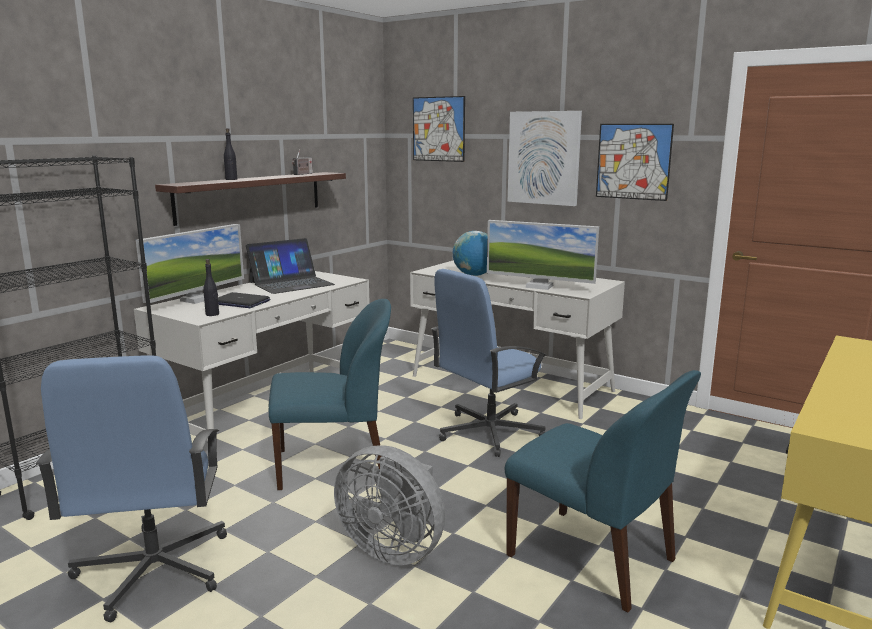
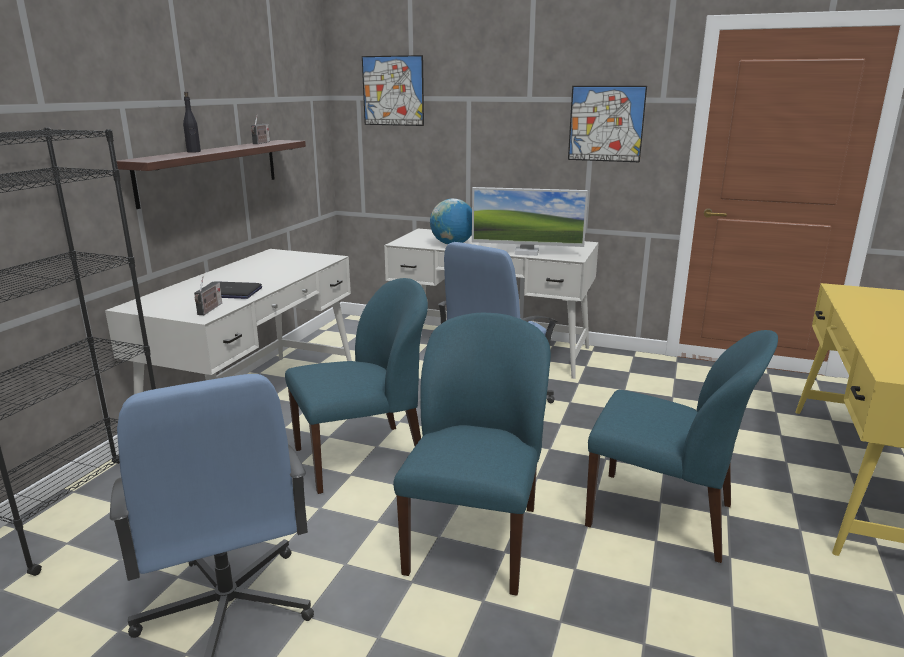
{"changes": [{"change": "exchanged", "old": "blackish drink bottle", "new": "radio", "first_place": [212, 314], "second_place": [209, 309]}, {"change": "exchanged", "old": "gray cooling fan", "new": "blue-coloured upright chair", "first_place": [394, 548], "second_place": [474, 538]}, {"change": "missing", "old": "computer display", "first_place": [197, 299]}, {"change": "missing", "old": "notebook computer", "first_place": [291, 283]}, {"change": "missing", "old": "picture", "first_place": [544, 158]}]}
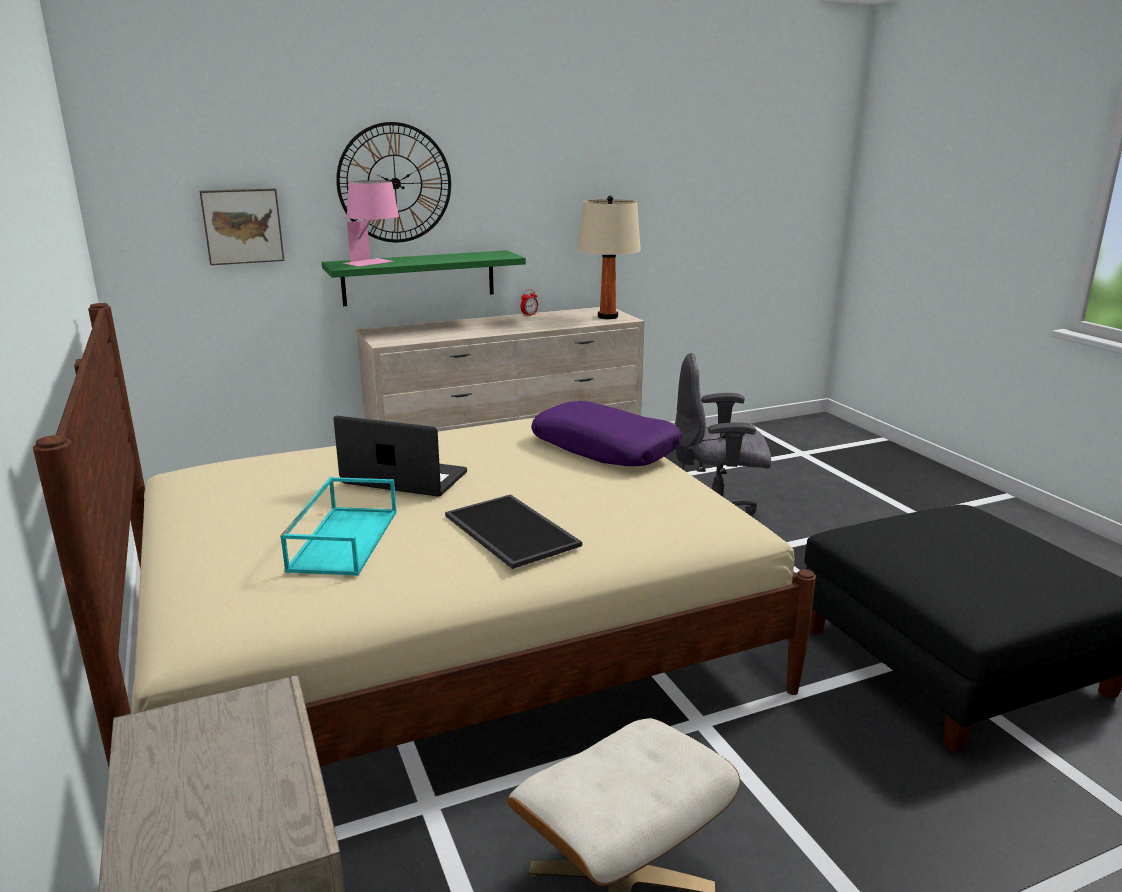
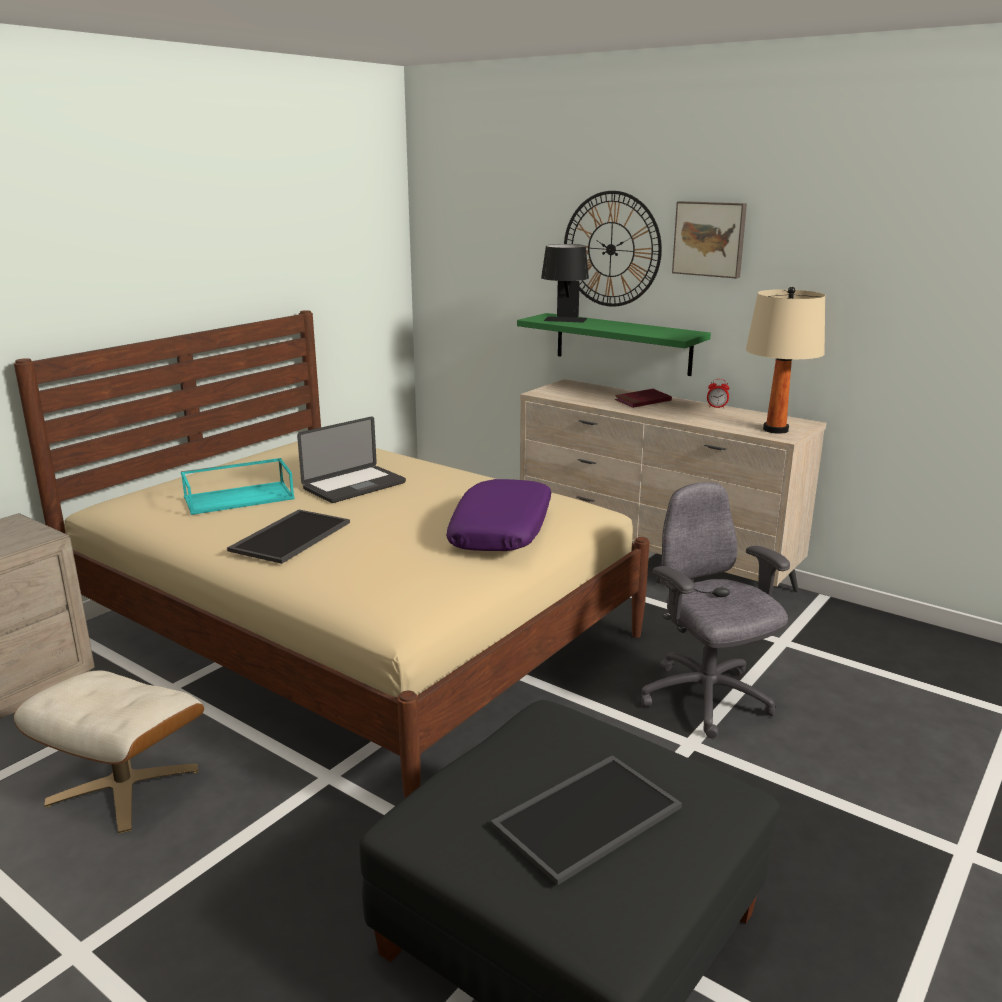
{"changes": [{"change": "spun", "old": "notebook computer", "first_place": [404, 478], "second_place": [354, 486], "degrees": 60}, {"change": "appeared", "new": "serving tray", "second_place": [586, 814]}, {"change": "colour", "old": "pinkish lamp for a table", "new": "blackish lamp for a table", "first_place": [374, 263], "second_place": [564, 321]}, {"change": "appeared", "new": "reddish bound book", "second_place": [643, 401]}, {"change": "relocated", "old": "picture", "first_place": [242, 226], "second_place": [710, 239]}]}
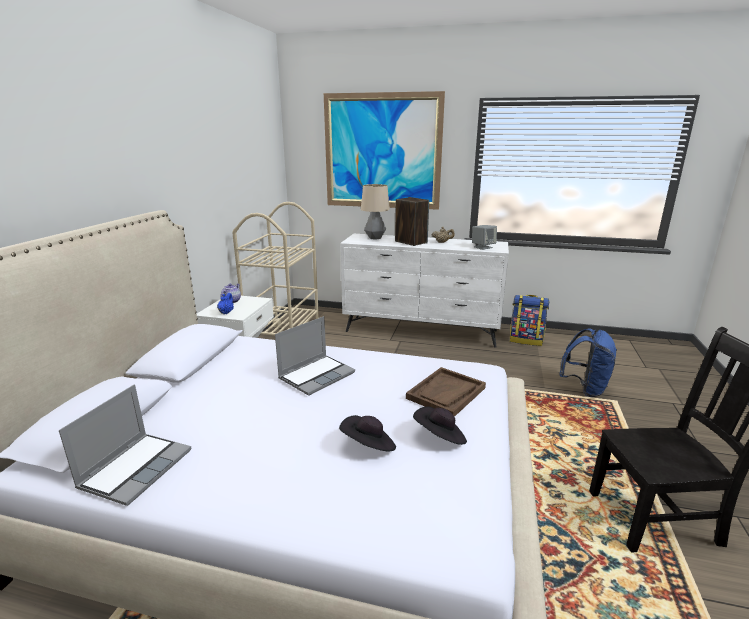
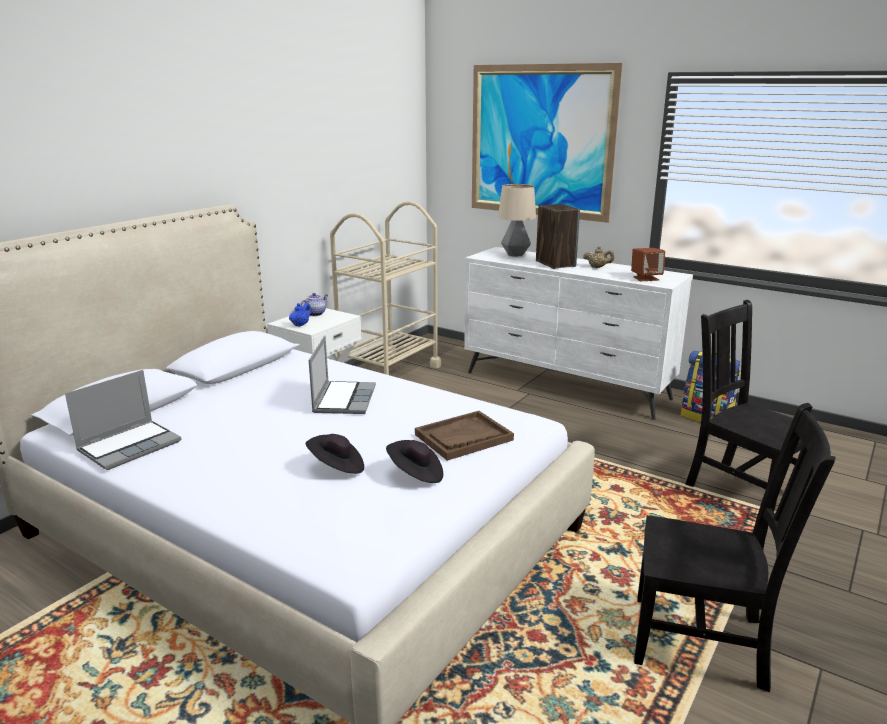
{"changes": [{"change": "spun", "old": "notebook computer", "first_place": [317, 375], "second_place": [343, 399], "degrees": -60}, {"change": "colour", "old": "gray audio speaker", "new": "brown audio speaker", "first_place": [483, 247], "second_place": [646, 278]}, {"change": "exchanged", "old": "blue-coloured backpack", "new": "blackish upright chair", "first_place": [585, 388], "second_place": [740, 489]}]}
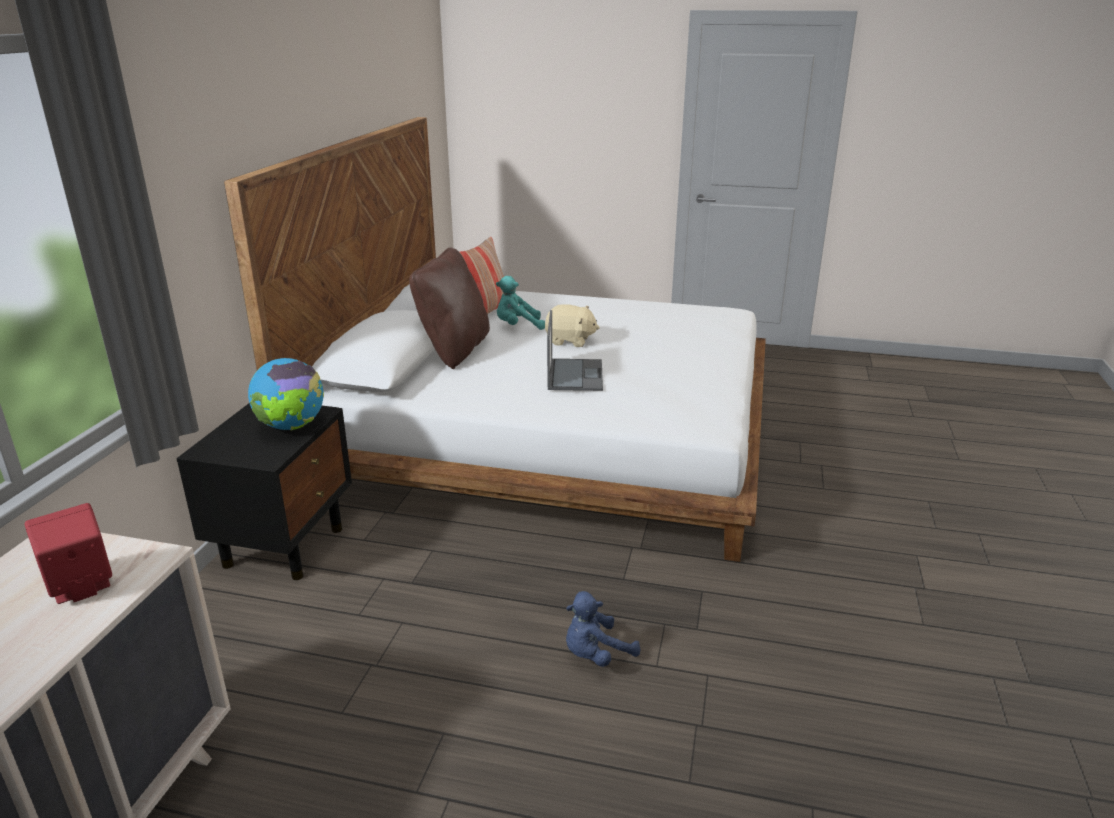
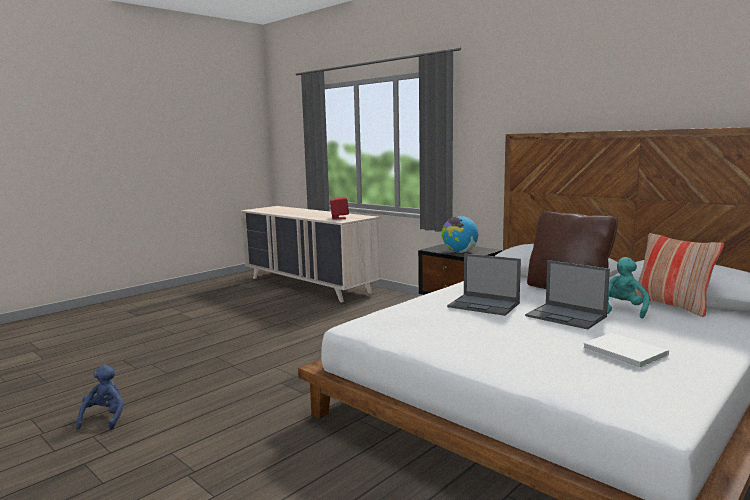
{"changes": [{"change": "relocated", "old": "blue-coloured soft toy", "first_place": [595, 654], "second_place": [105, 418]}, {"change": "exchanged", "old": "beige soft toy", "new": "notebook computer", "first_place": [570, 341], "second_place": [566, 316]}, {"change": "appeared", "new": "whitish bound book", "second_place": [624, 351]}]}
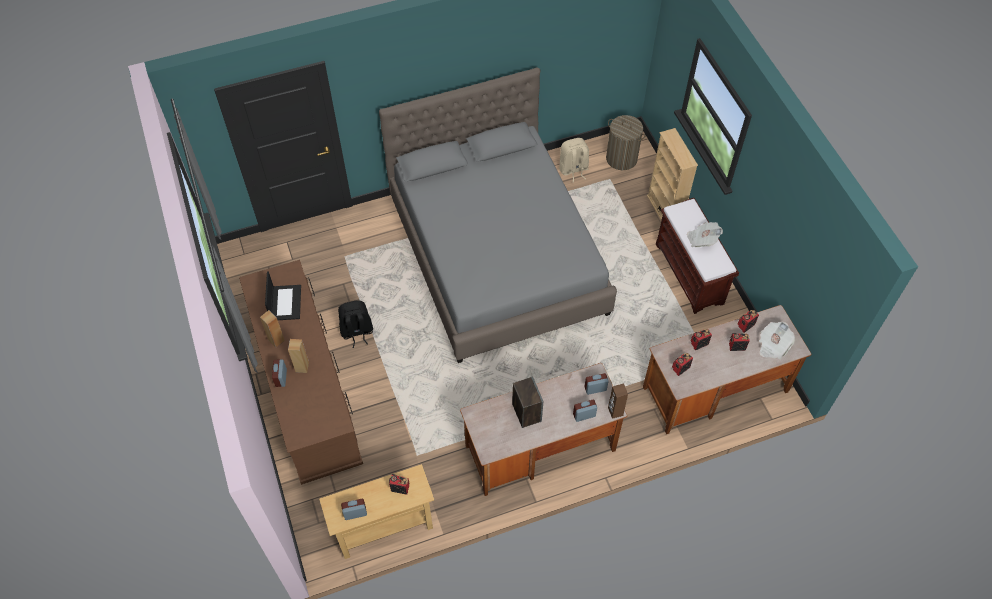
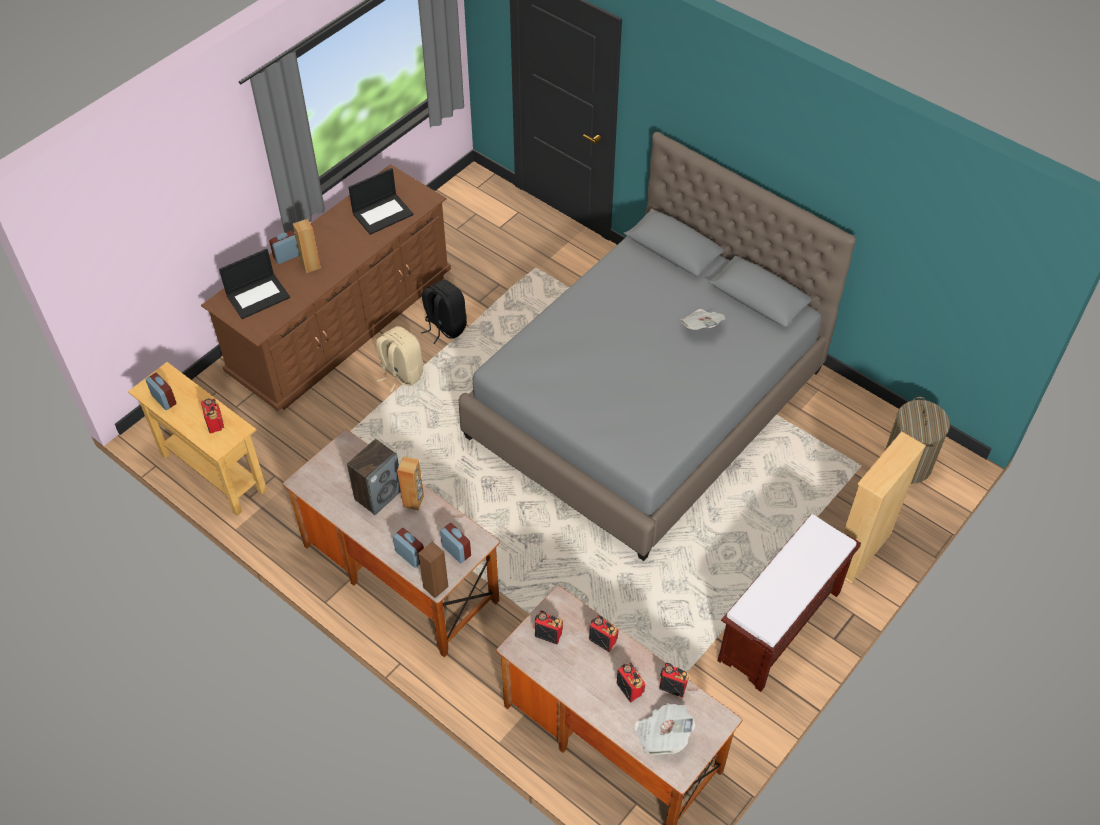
{"changes": [{"change": "appeared", "new": "notebook computer", "second_place": [258, 296]}, {"change": "relocated", "old": "beige backpack", "first_place": [573, 170], "second_place": [401, 374]}, {"change": "relocated", "old": "brown audio speaker", "first_place": [276, 340], "second_place": [413, 501]}, {"change": "relocated", "old": "printed paper", "first_place": [702, 239], "second_place": [701, 327]}]}
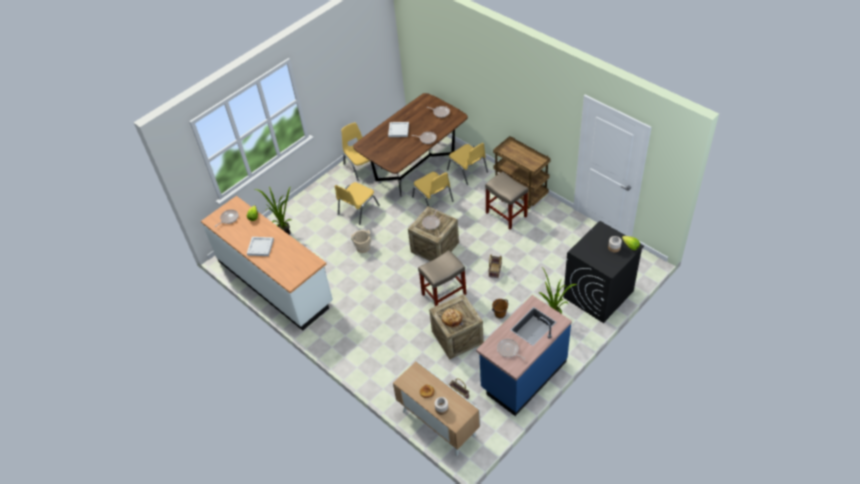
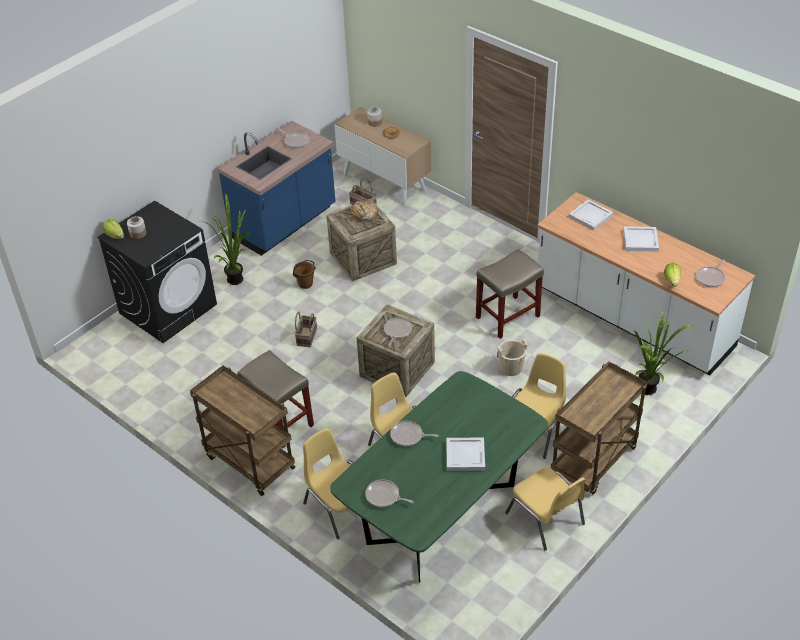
{"changes": [{"change": "colour", "old": "brown kitchen table", "new": "green-coloured kitchen table", "first_place": [415, 167], "second_place": [442, 515]}, {"change": "relocated", "old": "beige stool", "first_place": [443, 294], "second_place": [508, 316]}, {"change": "appeared", "new": "brown wheeled cart", "second_place": [594, 462]}, {"change": "appeared", "new": "whitish serving tray", "second_place": [590, 217]}]}
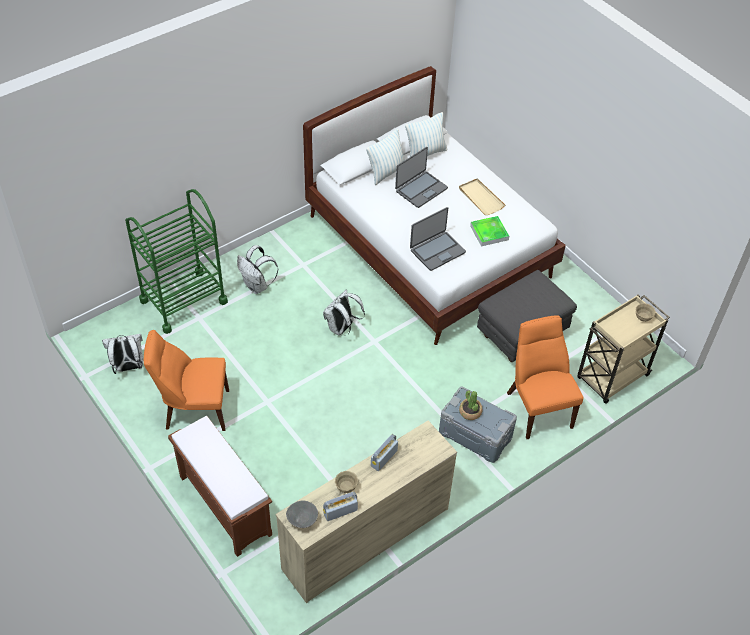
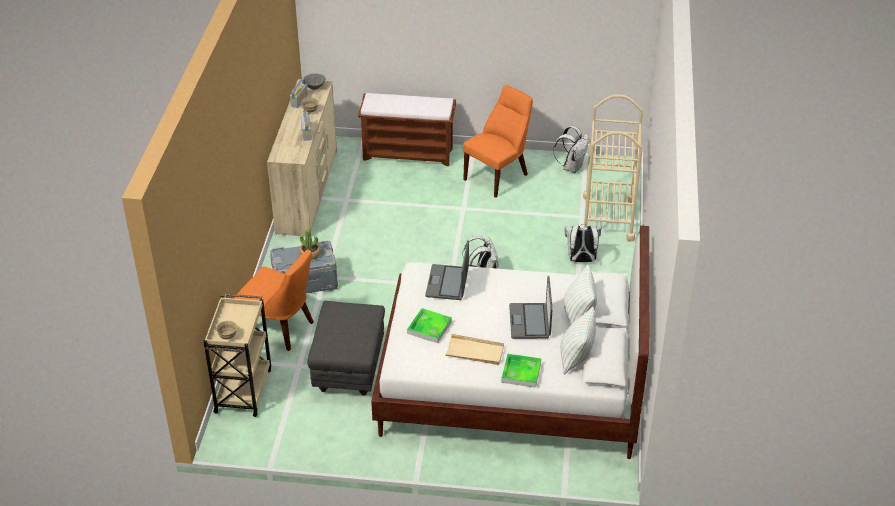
{"changes": [{"change": "appeared", "new": "serving tray", "second_place": [521, 372]}, {"change": "colour", "old": "green-coloured wheeled cart", "new": "beige wheeled cart", "first_place": [183, 301], "second_place": [608, 218]}]}
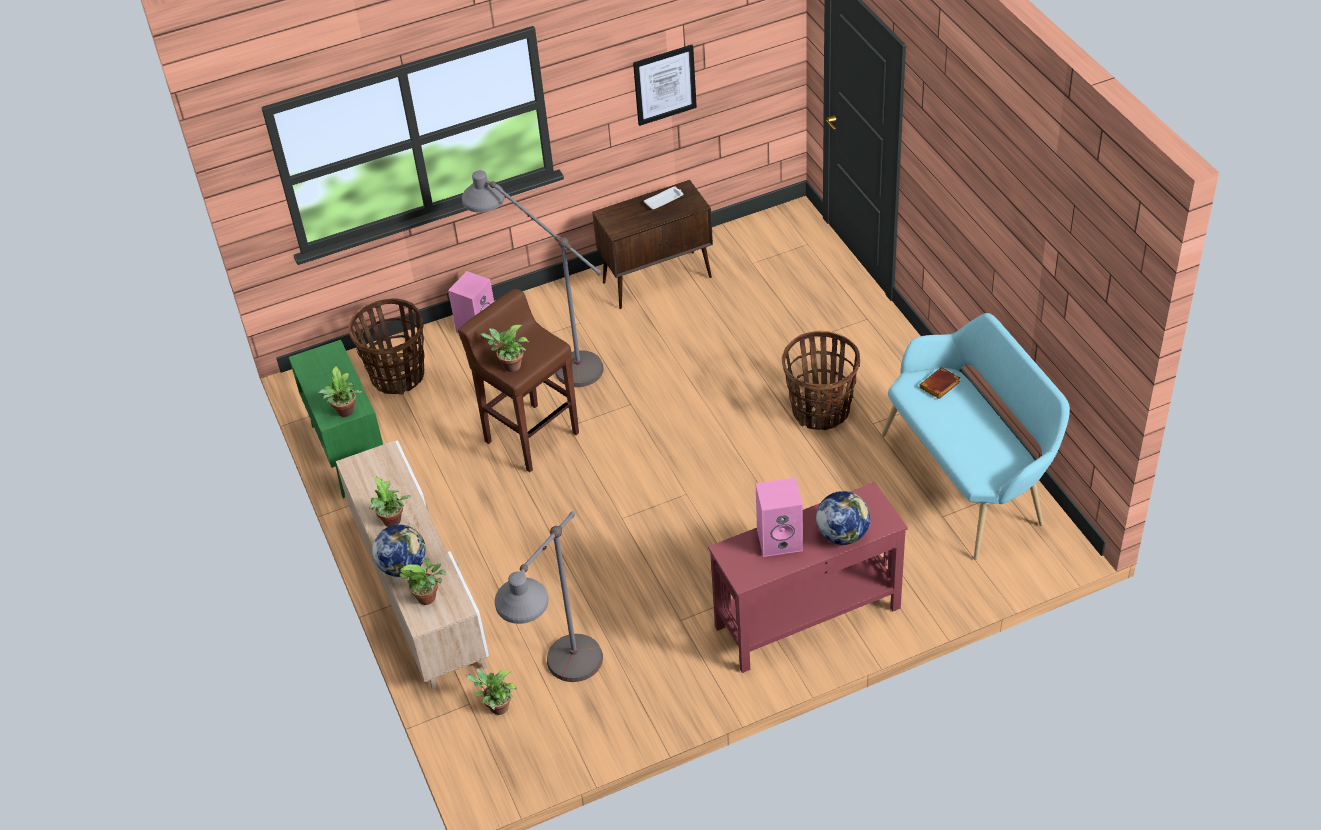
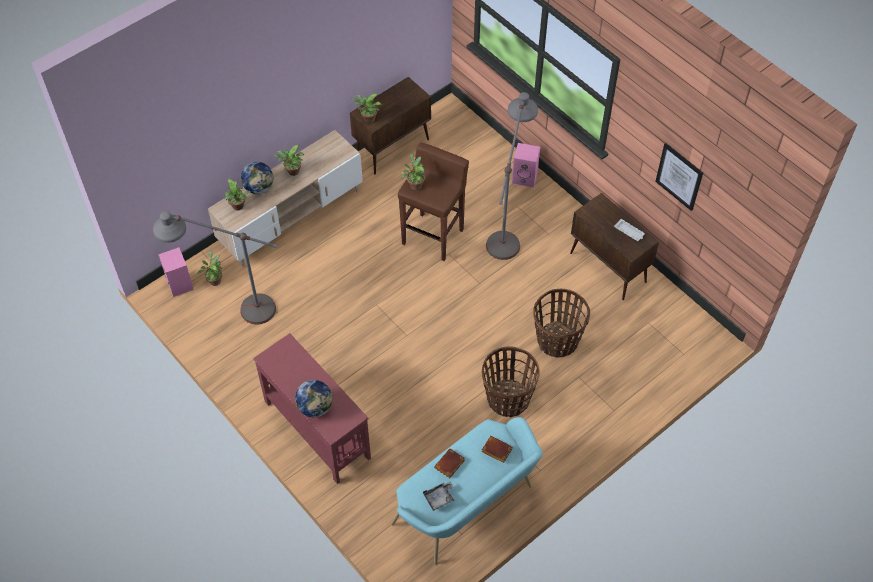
{"changes": [{"change": "relocated", "old": "pinkish audio speaker", "first_place": [780, 539], "second_place": [180, 284]}, {"change": "colour", "old": "green-coloured cupboard", "new": "brown cupboard", "first_place": [349, 453], "second_place": [393, 147]}, {"change": "appeared", "new": "gray serving tray", "second_place": [439, 498]}, {"change": "appeared", "new": "brown bound book", "second_place": [449, 465]}, {"change": "relocated", "old": "storage basket", "first_place": [398, 376], "second_place": [557, 341]}]}
